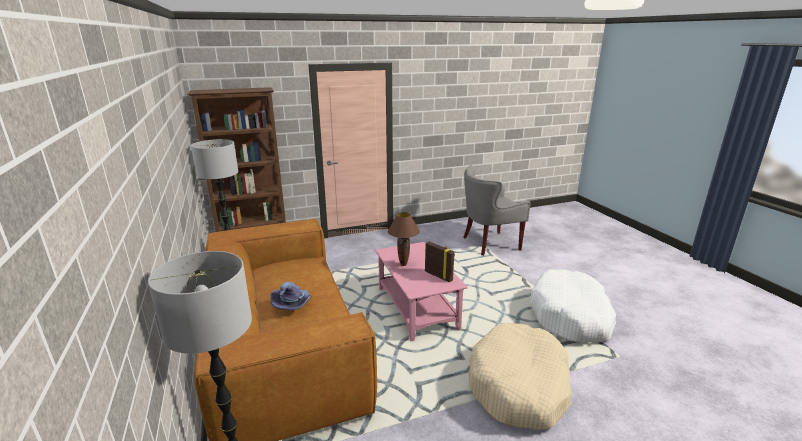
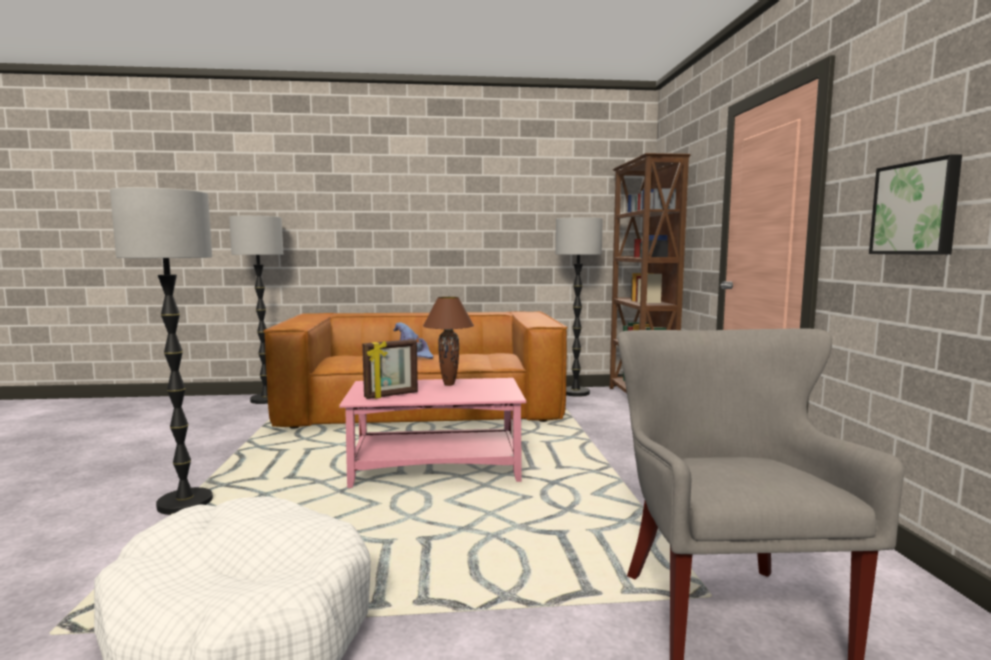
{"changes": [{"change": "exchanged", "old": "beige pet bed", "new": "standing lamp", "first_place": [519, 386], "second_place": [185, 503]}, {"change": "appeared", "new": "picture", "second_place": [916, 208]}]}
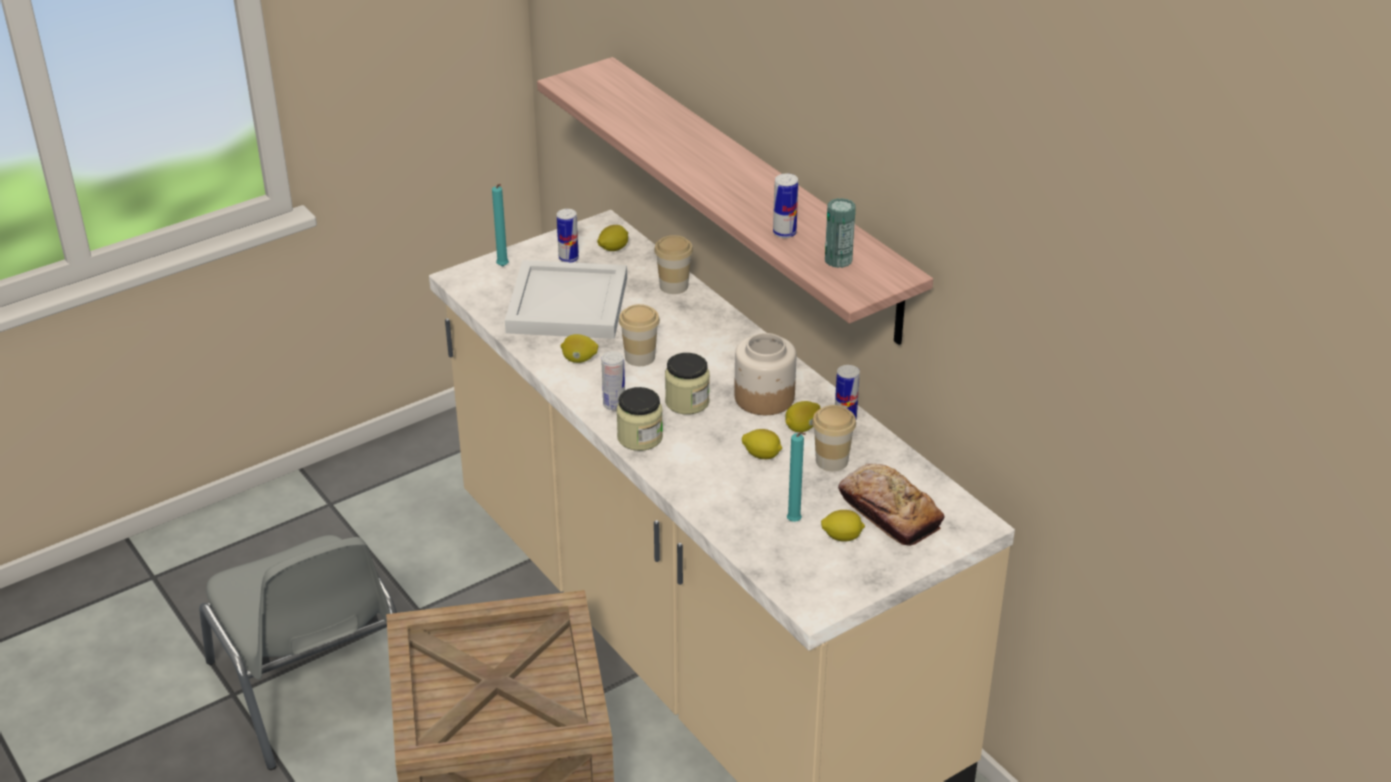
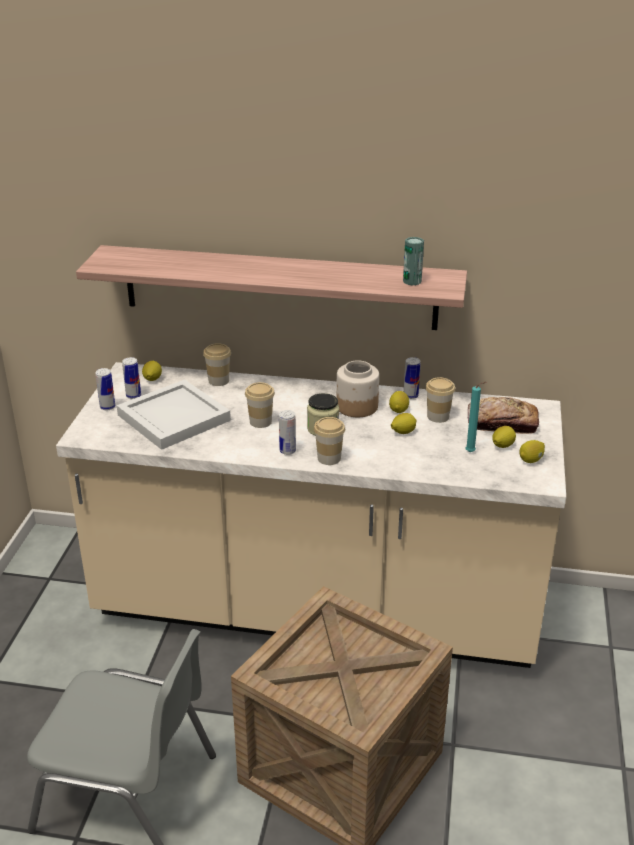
{"changes": [{"change": "relocated", "old": "metal can", "first_place": [784, 233], "second_place": [107, 407]}, {"change": "exchanged", "old": "storage jar", "new": "cup", "first_place": [640, 437], "second_place": [329, 458]}, {"change": "relocated", "old": "lemon", "first_place": [579, 360], "second_place": [531, 460]}, {"change": "missing", "old": "turquoise candle", "first_place": [503, 267]}]}
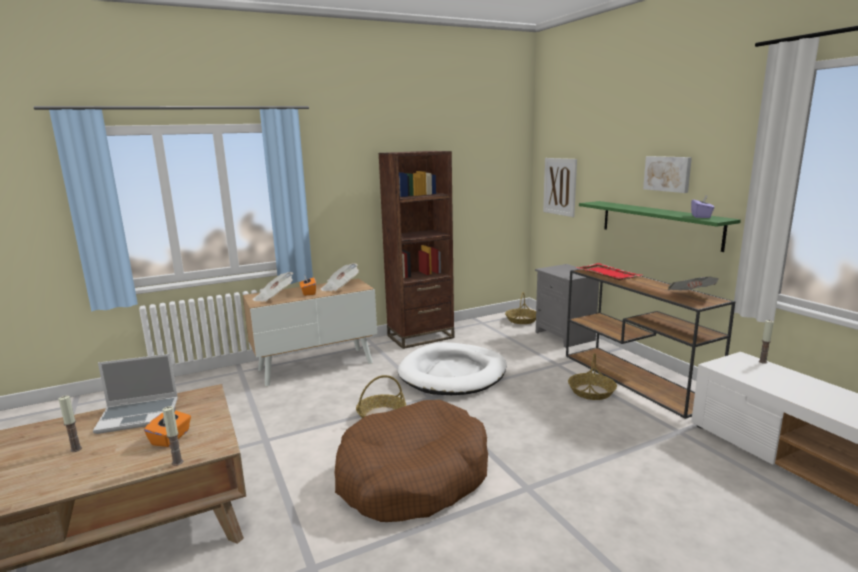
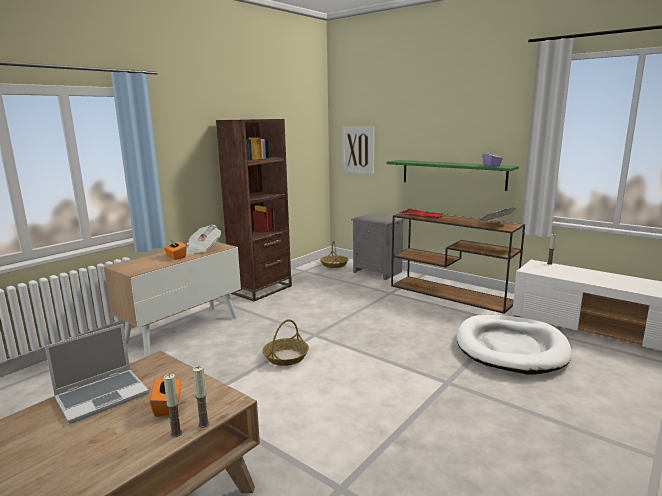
{"changes": [{"change": "relocated", "old": "candle", "first_place": [76, 449], "second_place": [176, 433]}, {"change": "relocated", "old": "whitish pet bed", "first_place": [453, 373], "second_place": [510, 347]}, {"change": "missing", "old": "printed paper", "first_place": [274, 298]}, {"change": "missing", "old": "brown pet bed", "first_place": [412, 477]}, {"change": "missing", "old": "storage basket", "first_place": [591, 391]}, {"change": "missing", "old": "picture", "first_place": [668, 173]}]}
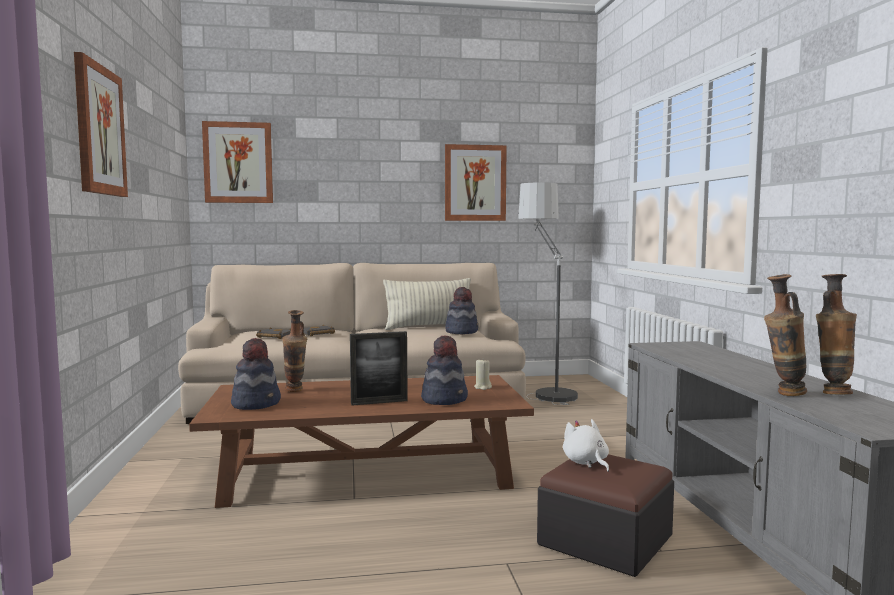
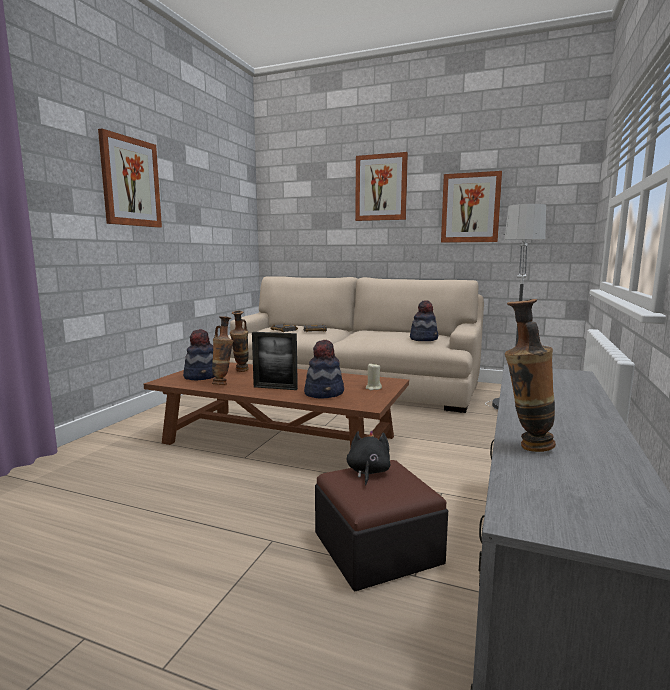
{"changes": [{"change": "relocated", "old": "flower vase", "first_place": [832, 393], "second_place": [223, 384]}, {"change": "colour", "old": "whitish soft toy", "new": "blackish soft toy", "first_place": [586, 462], "second_place": [368, 472]}, {"change": "relocated", "old": "picture", "first_place": [238, 163], "second_place": [381, 187]}, {"change": "missing", "old": "throw pillow", "first_place": [429, 327]}]}
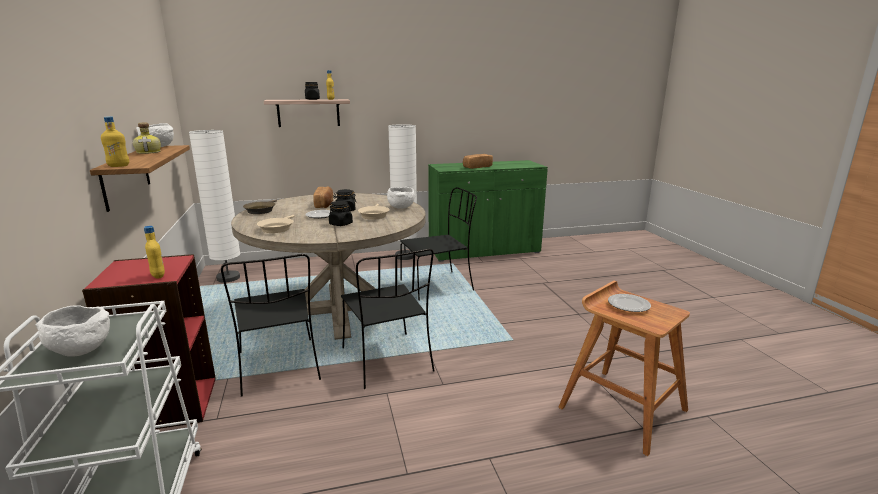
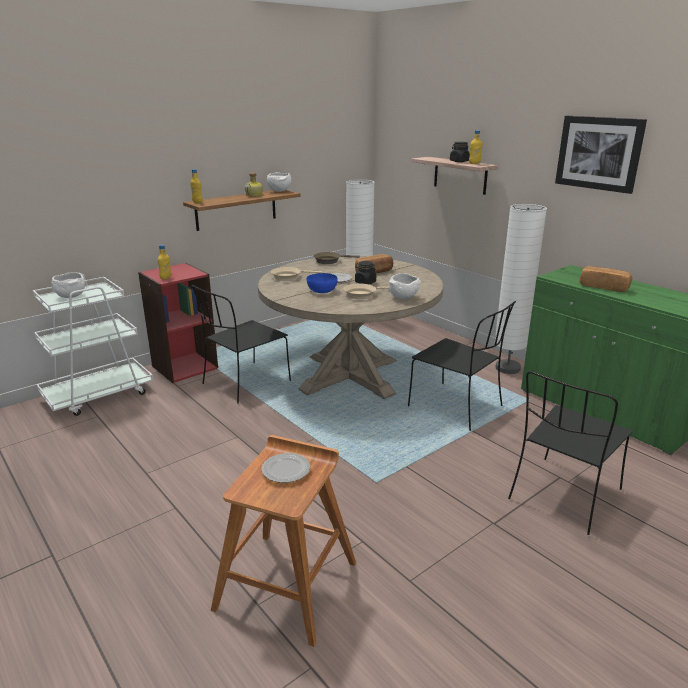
{"changes": [{"change": "exchanged", "old": "blackish storage jar", "new": "blue-coloured deep dish", "first_place": [341, 224], "second_place": [322, 291]}, {"change": "relocated", "old": "blackish upright chair", "first_place": [388, 361], "second_place": [563, 496]}, {"change": "appeared", "new": "picture", "second_place": [599, 153]}]}
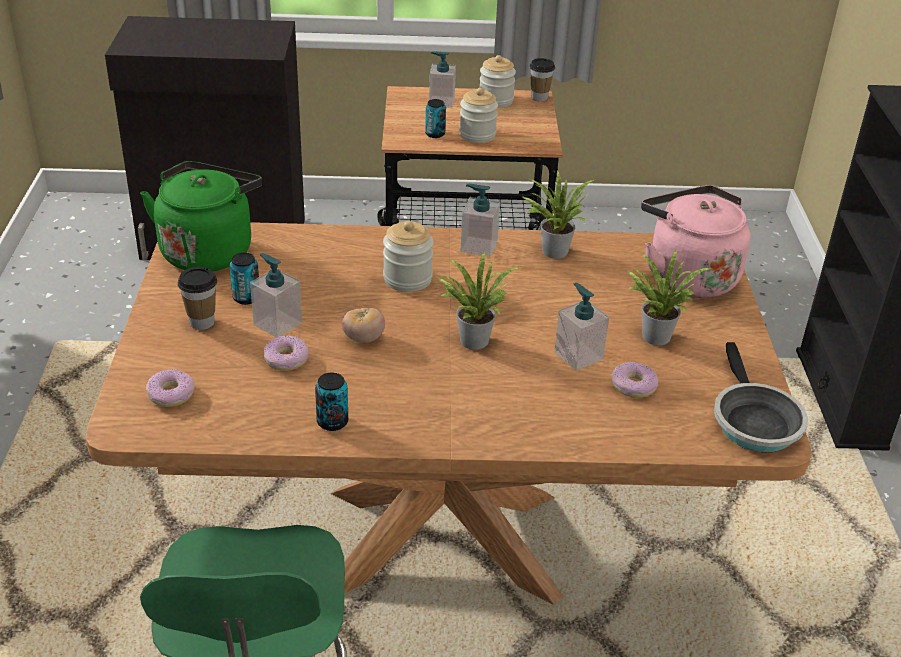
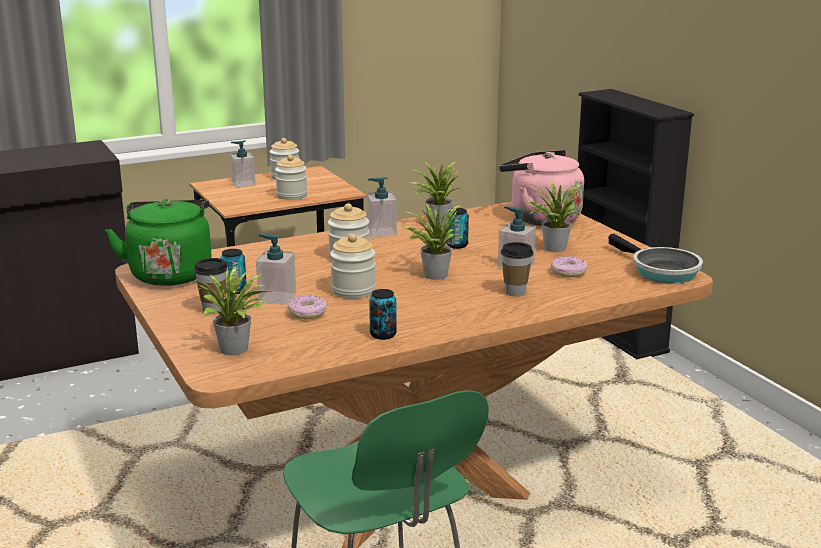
{"changes": [{"change": "exchanged", "old": "doughnut", "new": "plant in a pot", "first_place": [171, 394], "second_place": [236, 350]}, {"change": "exchanged", "old": "tomato", "new": "storage jar", "first_place": [363, 338], "second_place": [353, 291]}, {"change": "relocated", "old": "metal can", "first_place": [435, 134], "second_place": [457, 245]}, {"change": "relocated", "old": "cup", "first_place": [539, 98], "second_place": [515, 292]}]}
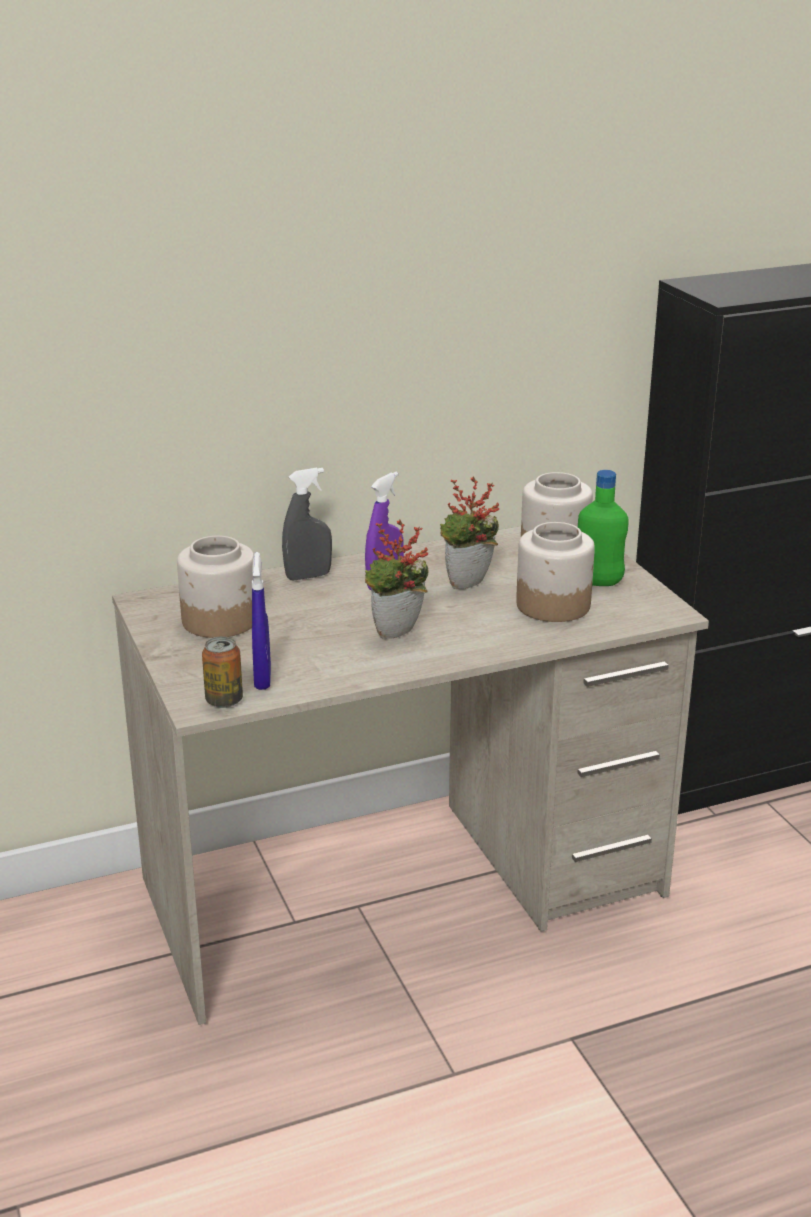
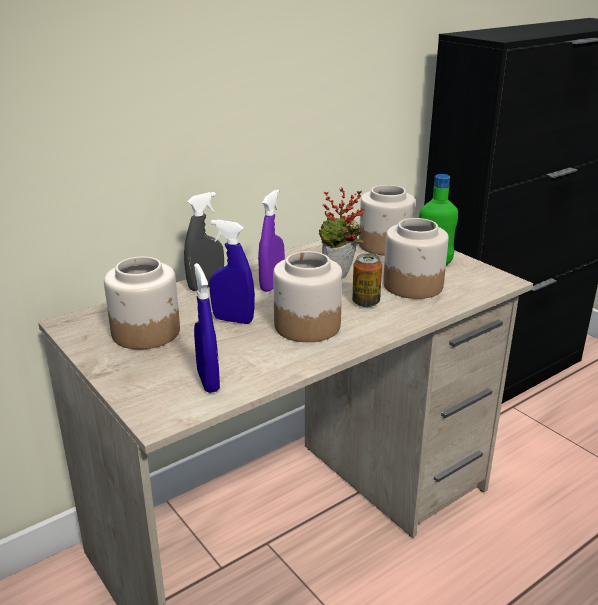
{"changes": [{"change": "appeared", "new": "blue-coloured spray bottle", "second_place": [233, 320]}, {"change": "exchanged", "old": "plant in a pot", "new": "storage jar", "first_place": [398, 635], "second_place": [307, 325]}, {"change": "relocated", "old": "metal can", "first_place": [224, 700], "second_place": [366, 302]}]}
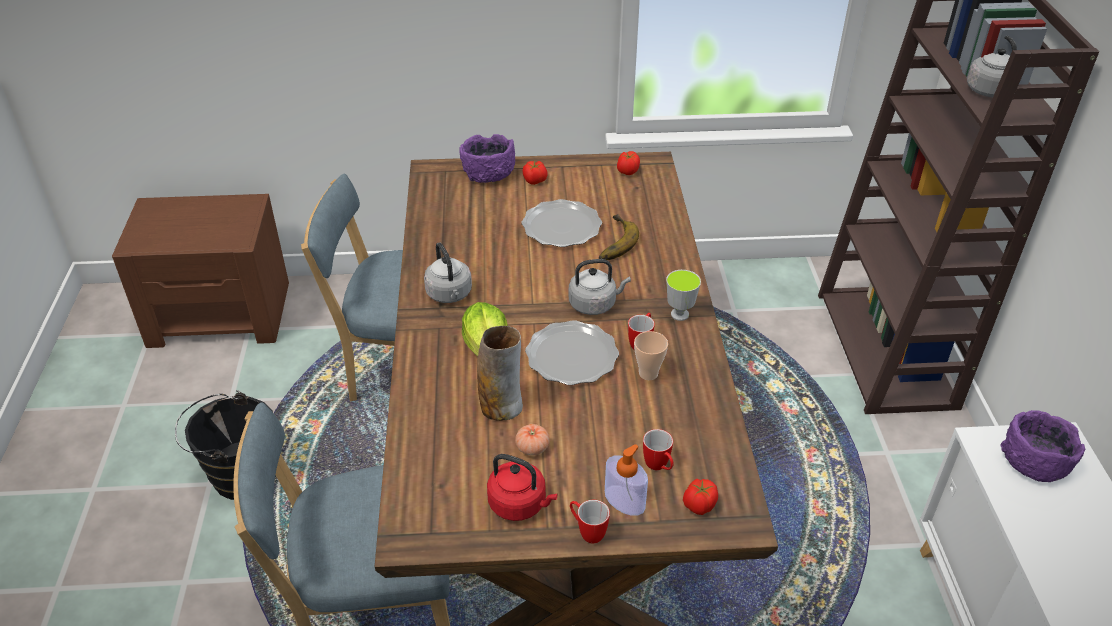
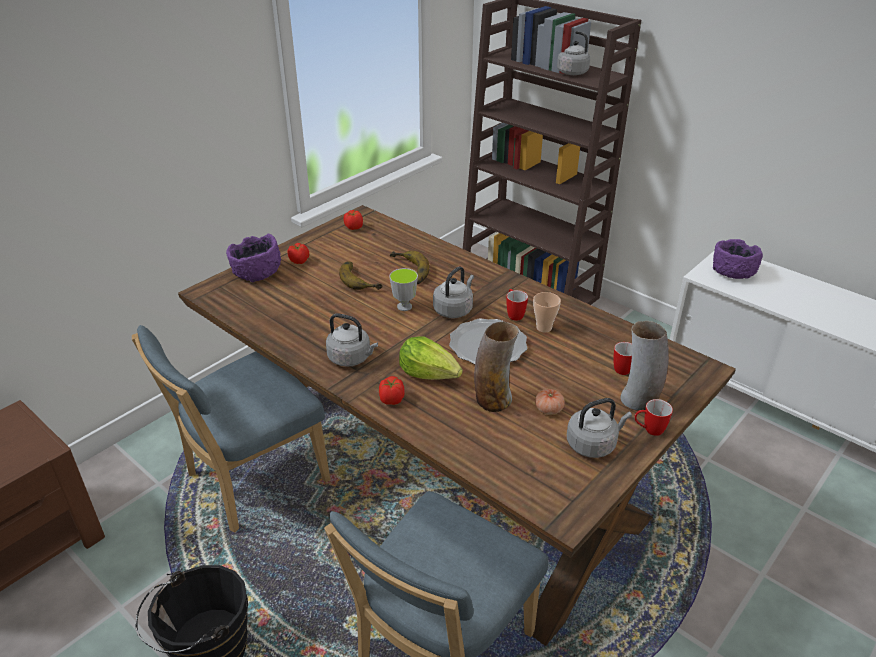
{"changes": [{"change": "exchanged", "old": "flat dish", "new": "banana", "first_place": [561, 227], "second_place": [361, 278]}, {"change": "relocated", "old": "tomato", "first_place": [699, 505], "second_place": [391, 399]}, {"change": "relocated", "old": "cup", "first_place": [679, 314], "second_place": [404, 306]}, {"change": "colour", "old": "reddish tea kettle", "new": "gray tea kettle", "first_place": [520, 504], "second_place": [593, 444]}, {"change": "exchanged", "old": "soap dispenser", "new": "flower vase", "first_place": [624, 500], "second_place": [639, 400]}]}
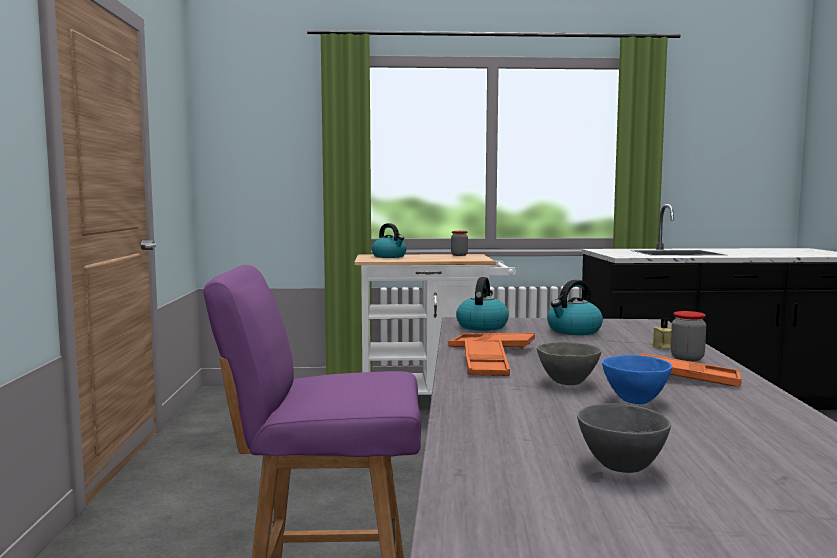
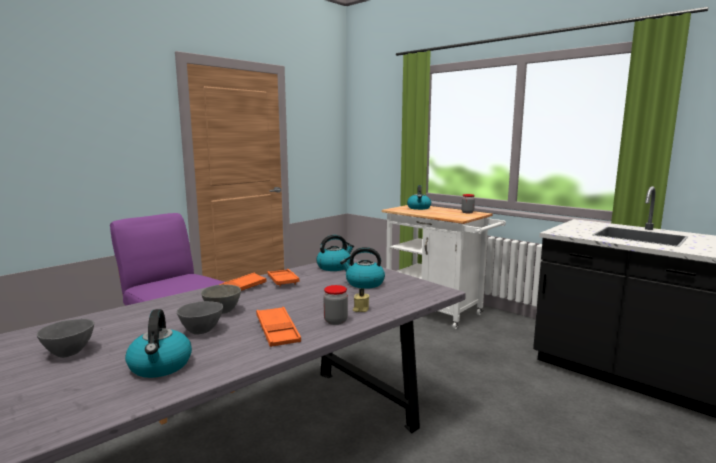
{"changes": [{"change": "appeared", "new": "tea kettle", "second_place": [160, 366]}, {"change": "colour", "old": "blue-coloured deep dish", "new": "gray deep dish", "first_place": [634, 400], "second_place": [202, 331]}]}
